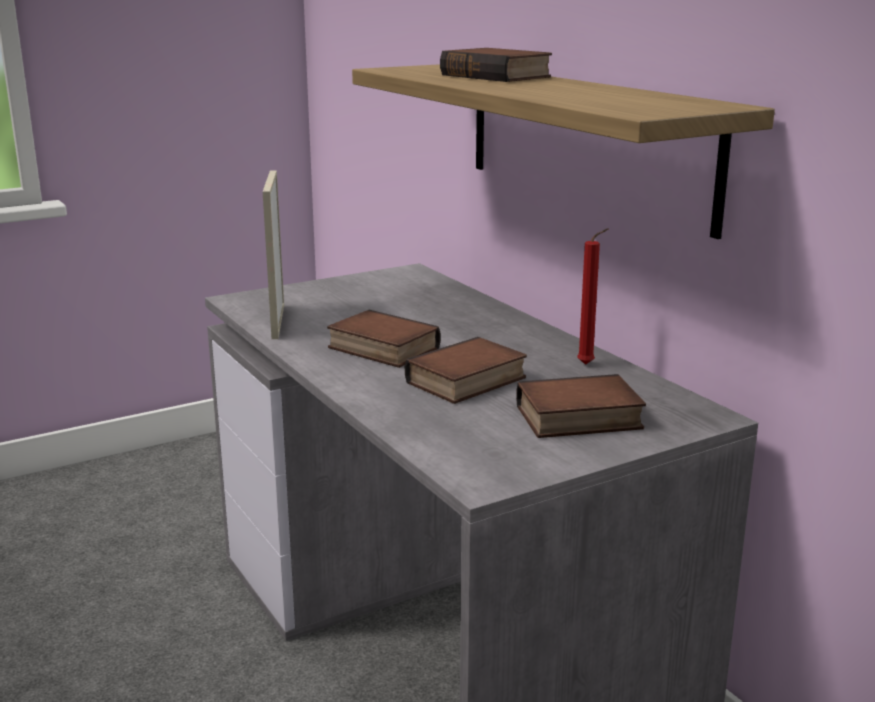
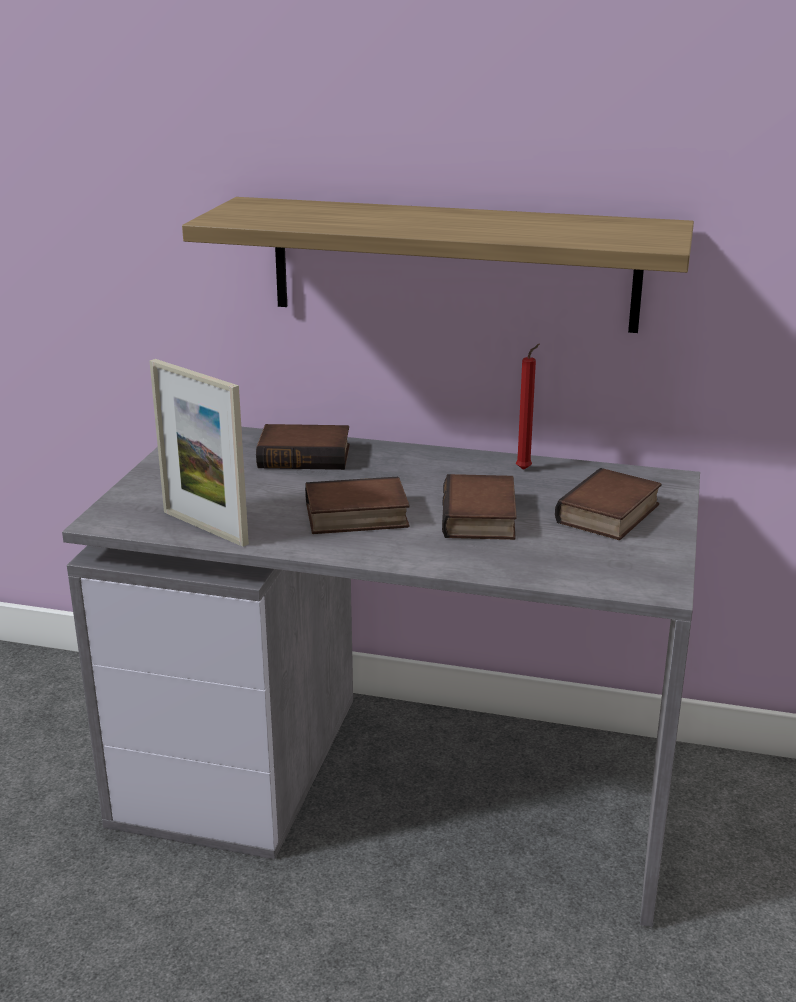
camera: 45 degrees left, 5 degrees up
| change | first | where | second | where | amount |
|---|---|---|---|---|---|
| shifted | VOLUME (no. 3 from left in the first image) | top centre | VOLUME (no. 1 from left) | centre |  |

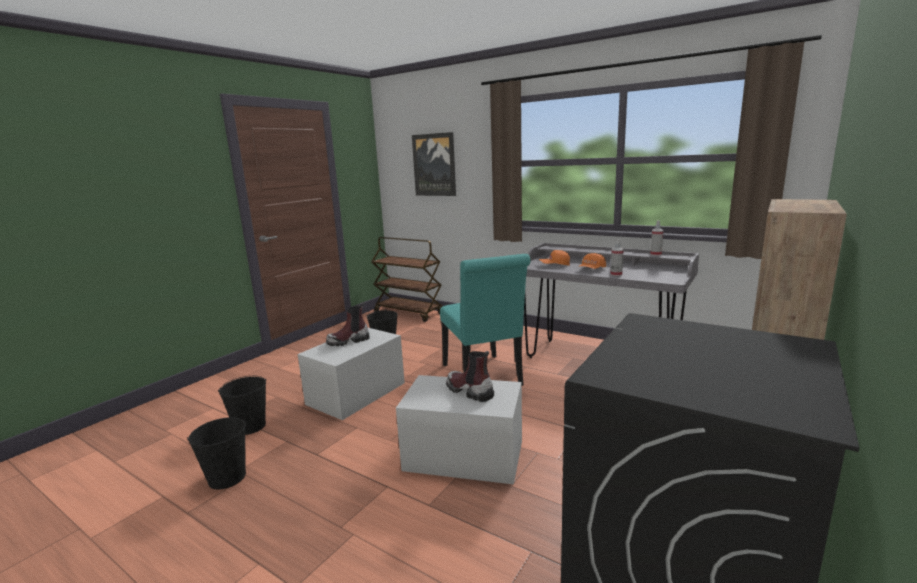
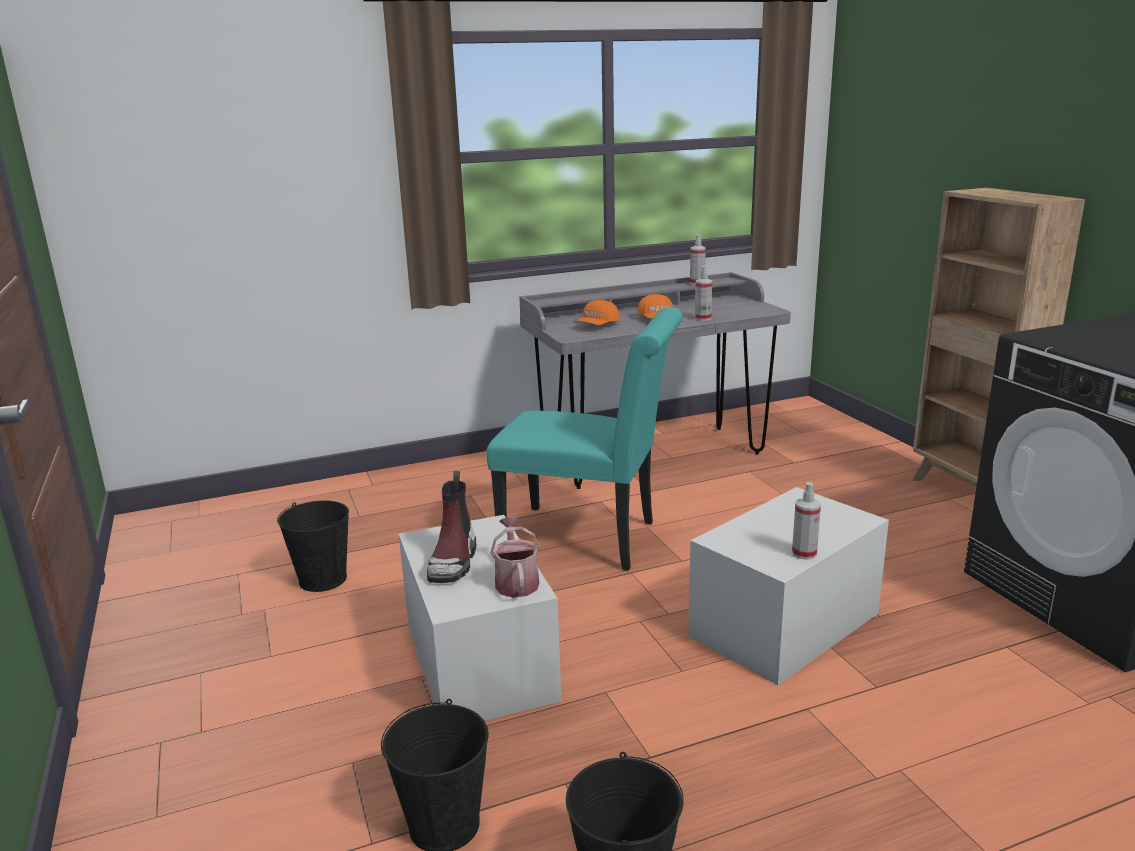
camera: 55 degrees left, 5 degrees up
| change | first | where | second | where | amount |
|---|---|---|---|---|---|
| gone | BROWN WHEELED CART | centre |  |  |  |
| gone | WALL PICTURE | top centre |  |  |  |
| gone | BOOT (no. 2 from left) | centre |  |  |  |
| new |  |  | SPRINKLING CAN | centre |  |
| new |  |  | SPRAYER (no. 3 from left) | middle right |  |

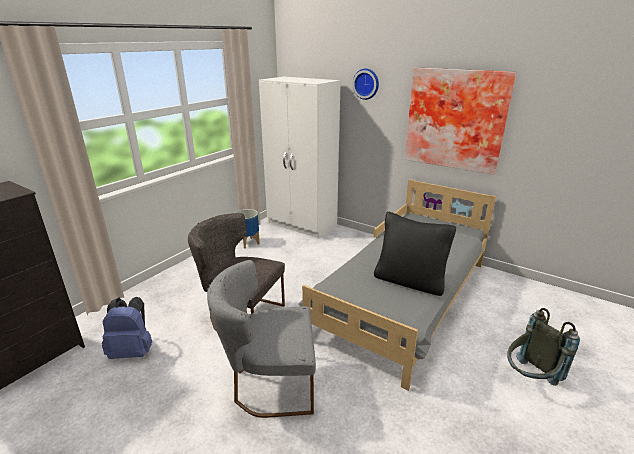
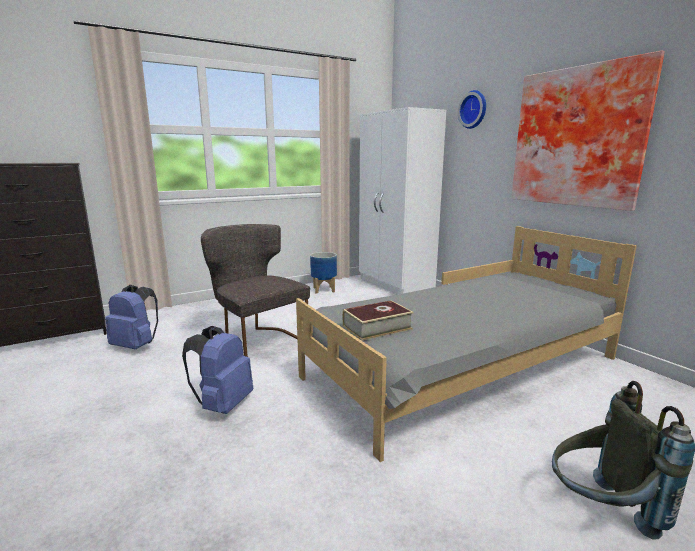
camera: 25 degrees right, 10 degrees down
| change | first | where | second | where | amount |
|---|---|---|---|---|---|
| swapped | GREY CHAIR (no. 2 from left) | bottom centre | BLUE-COLOURED BACKPACK (no. 2 from left) | bottom left |  |
| gone | BLACK-COLOURED CUSHION | centre |  |  |  |
| new |  |  | VOLUME | centre |  |

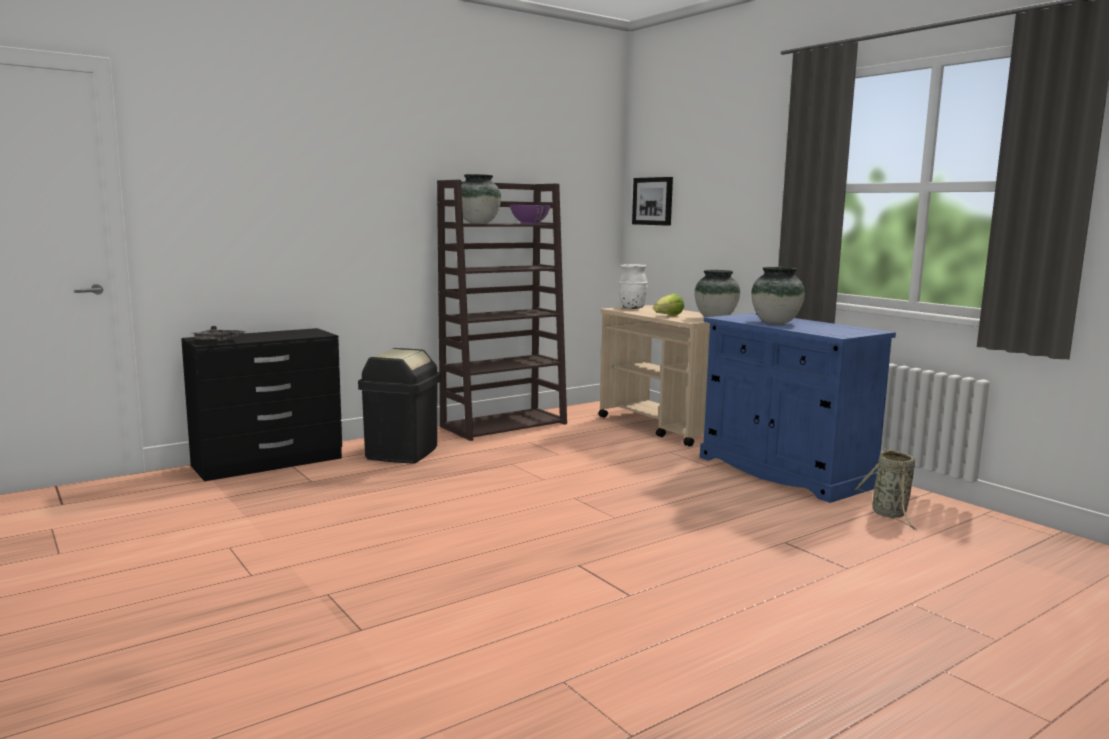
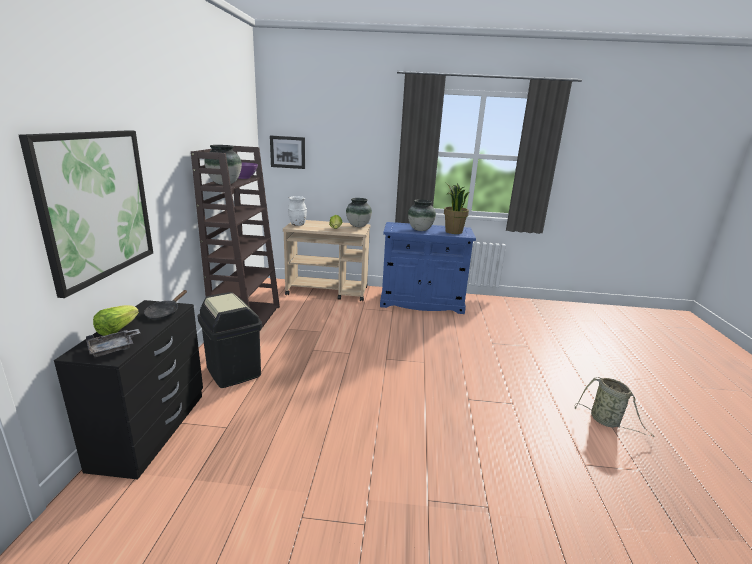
camera: 50 degrees left, 10 degrees up
| change | first | where | second | where | amount |
|---|---|---|---|---|---|
| shifted | HOUSEHOLD BASKET | middle right |  | bottom right |  |
| new |  |  | WALL PICTURE (no. 1 from left) | middle left |  |
| new |  |  | HEAD OF LETTUCE (no. 1 from left) | middle left |  |
| new |  |  | BLACK-COLOURED PAN | middle left |  |
| new |  |  | HOUSEPLANT | centre |  |

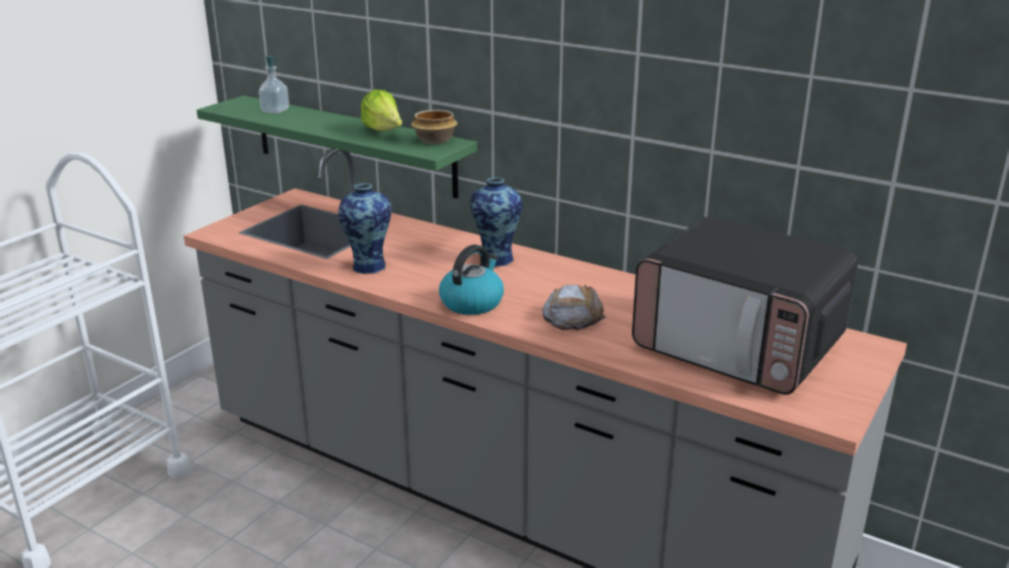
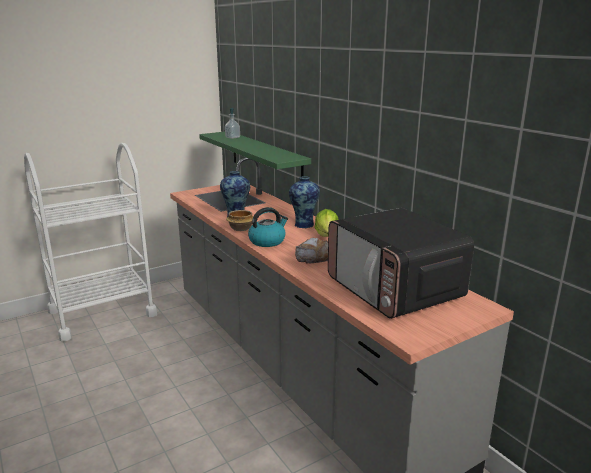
camera: 25 degrees right, 5 degrees down
| change | first | where | second | where | amount |
|---|---|---|---|---|---|
| shifted | HEAD OF LETTUCE | top centre |  | centre |  |
| shifted | BOWL | top centre |  | centre |  |

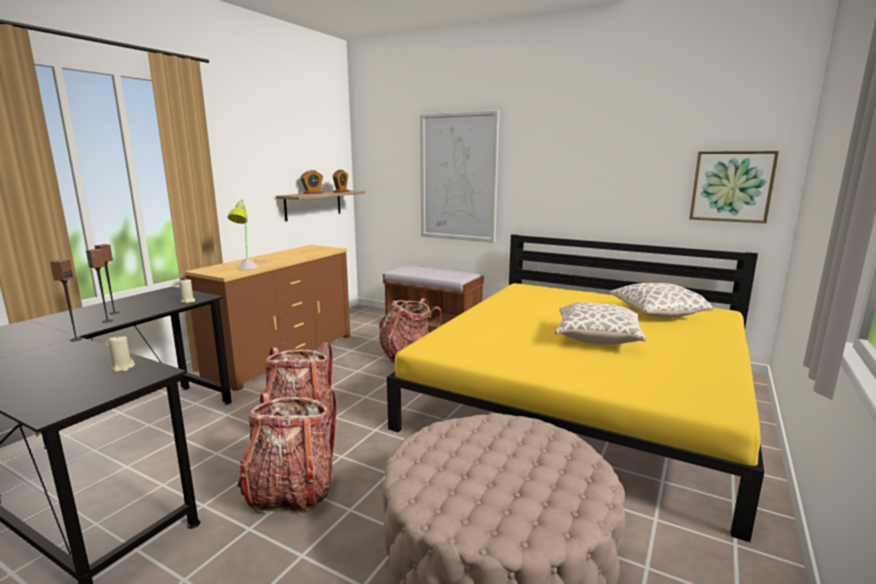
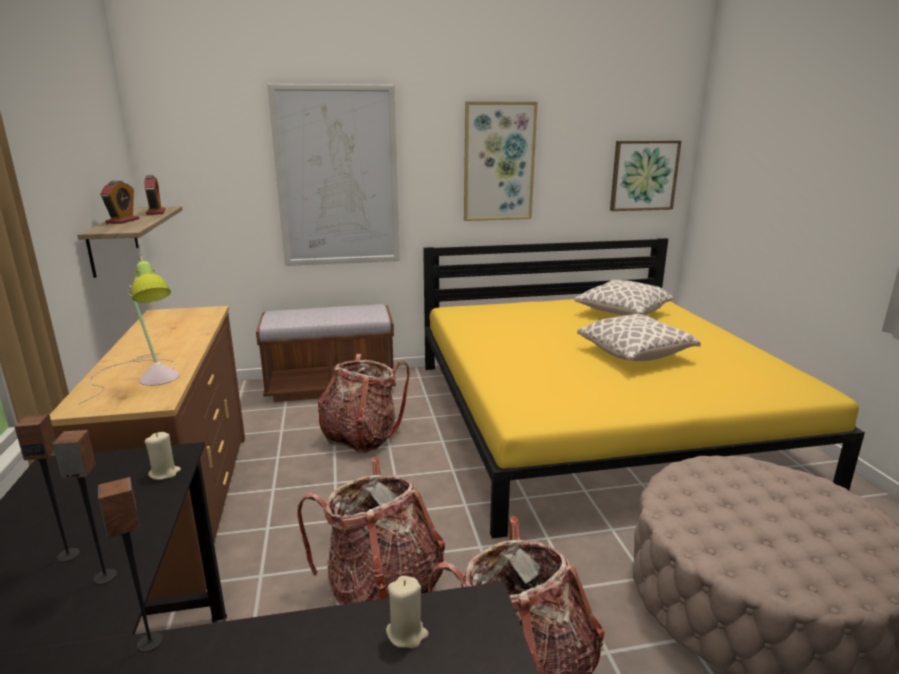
camera: 40 degrees left, 5 degrees up
| change | first | where | second | where | amount |
|---|---|---|---|---|---|
| new |  |  | WALL PICTURE (no. 2 from left) | top centre |  |

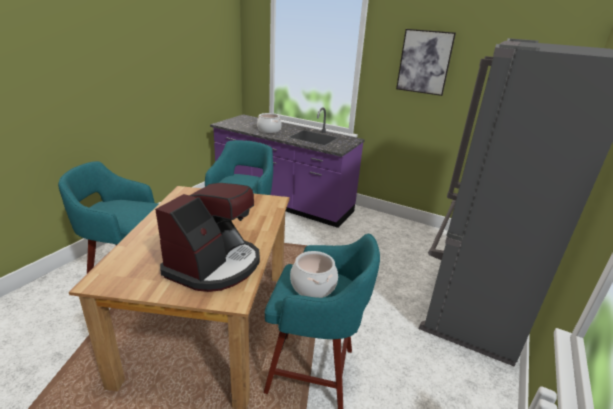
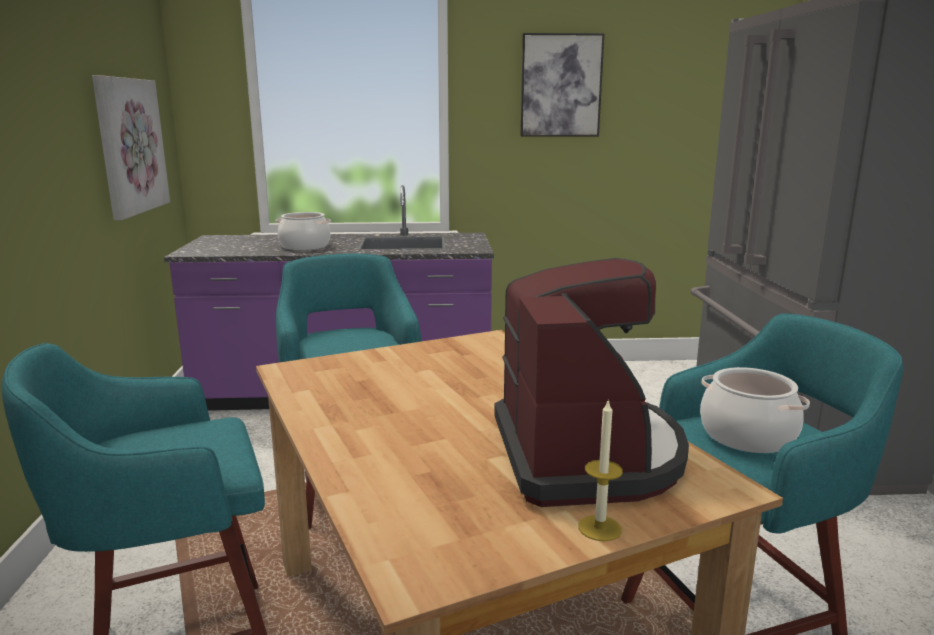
camera: 30 degrees left, 10 degrees down
| change | first | where | second | where | amount |
|---|---|---|---|---|---|
| new |  |  | WALL PICTURE (no. 1 from left) | top left |  |
| new |  |  | WAX CANDLE | bottom centre |  |

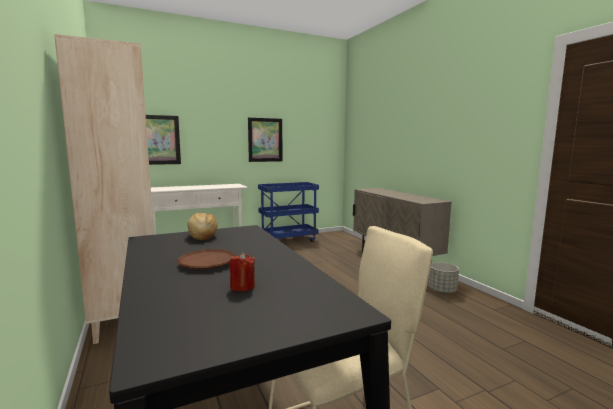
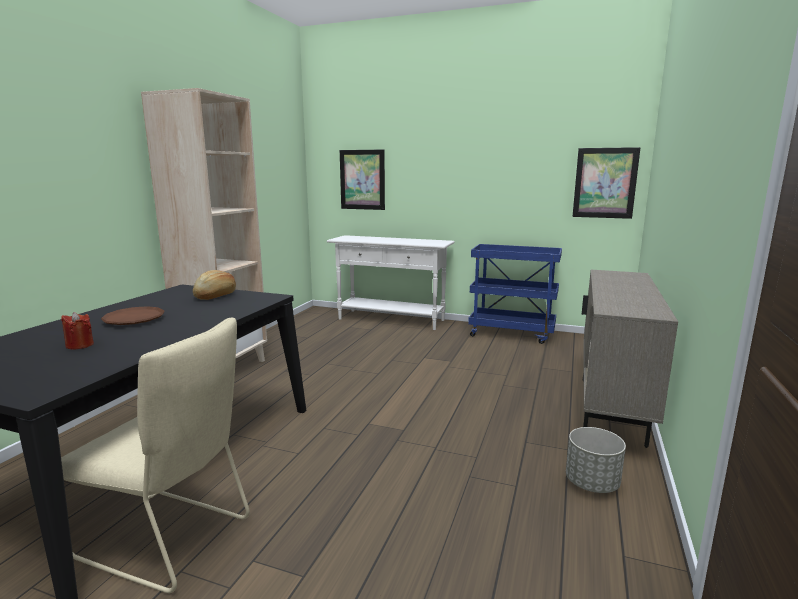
camera: 45 degrees right, 5 degrees up
| change | first | where | second | where | amount |
|---|---|---|---|---|---|
| shifted | WALL PICTURE (no. 2 from left) | centre |  | top right |  |

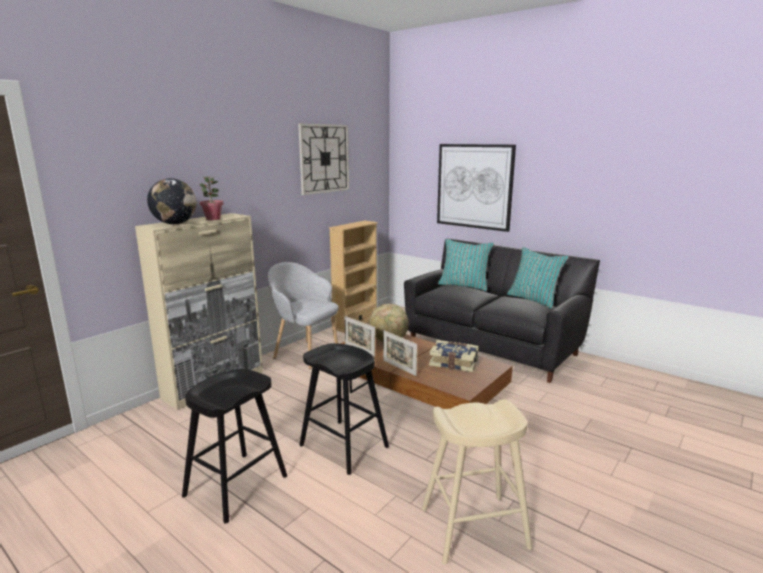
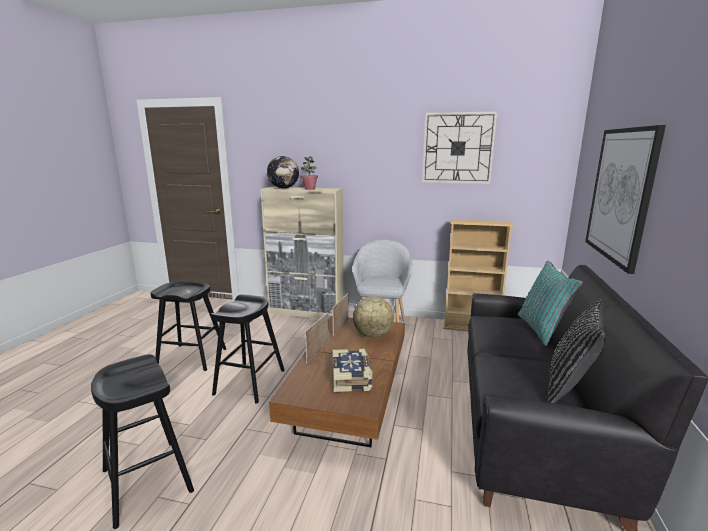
camera: 65 degrees right, 0 degrees up
| change | first | where | second | where | amount |
|---|---|---|---|---|---|
| repainted | SAND-COLOURED STOOL SEAT | bottom centre | BLACK-COLOURED STOOL SEAT (no. 1 from left) | bottom left |  |
| repainted | TURQUOISE CUSHION (no. 2 from left) | middle right | BLACK-COLOURED CUSHION | middle right |  |

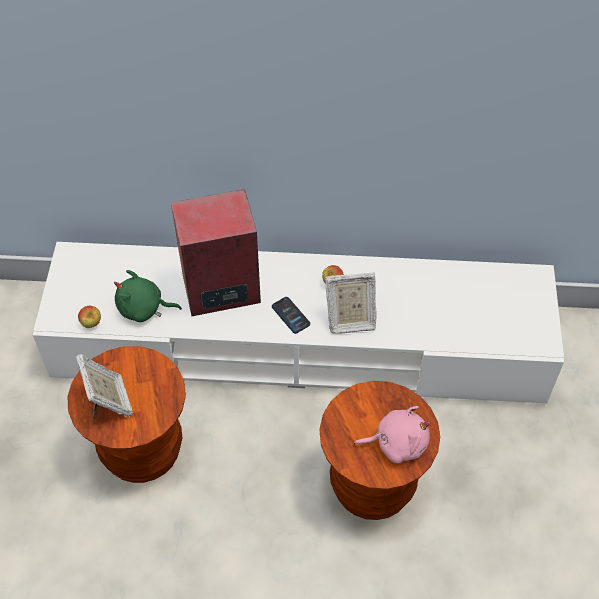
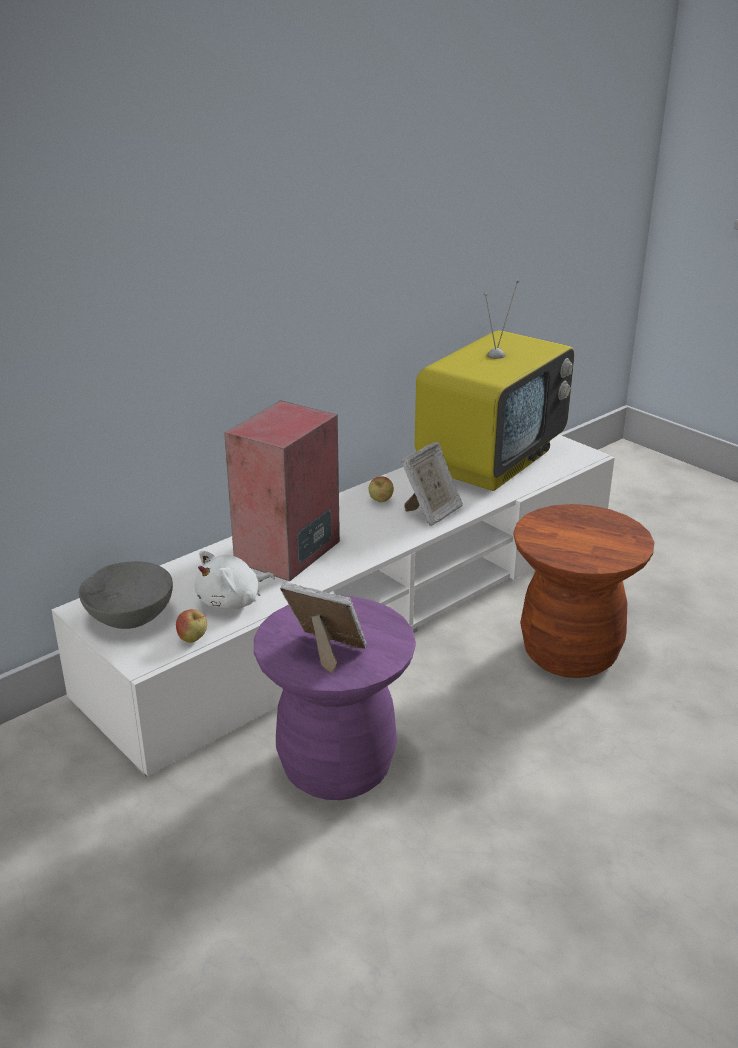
camera: 45 degrees left, 25 degrees down
| change | first | where | second | where | amount |
|---|---|---|---|---|---|
| repainted | BROWN STOOL SEAT (no. 1 from left) | bottom left | PURPLE-COLOURED STOOL SEAT | centre |  |
| repainted | GREEN CUDDLY TOY | middle left | WHITISH CUDDLY TOY | middle left |  |
| gone | TELEPHONE | centre |  |  |  |
| gone | PINKISH CUDDLY TOY | bottom centre |  |  |  |
| new |  |  | GREY BOWL | middle left |  |
| new |  |  | TV SET | middle right |  |

